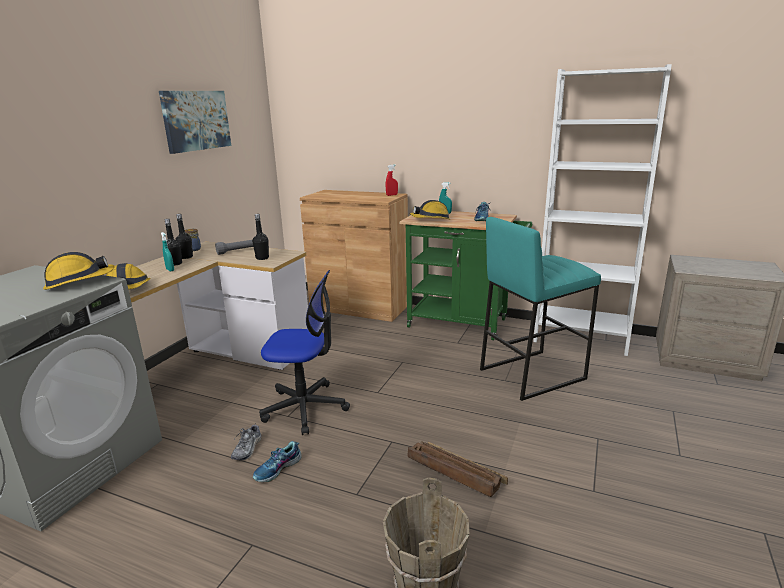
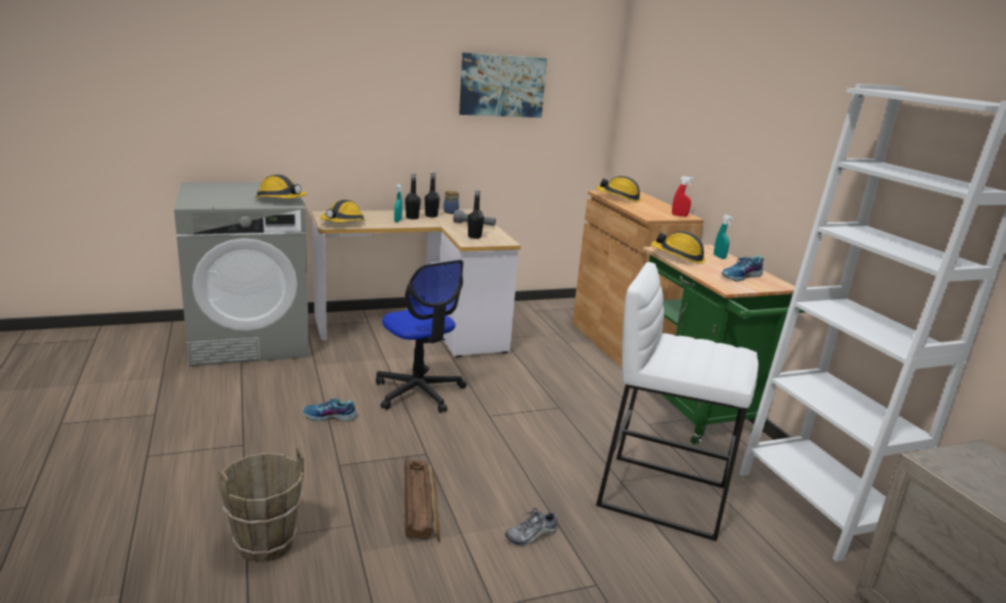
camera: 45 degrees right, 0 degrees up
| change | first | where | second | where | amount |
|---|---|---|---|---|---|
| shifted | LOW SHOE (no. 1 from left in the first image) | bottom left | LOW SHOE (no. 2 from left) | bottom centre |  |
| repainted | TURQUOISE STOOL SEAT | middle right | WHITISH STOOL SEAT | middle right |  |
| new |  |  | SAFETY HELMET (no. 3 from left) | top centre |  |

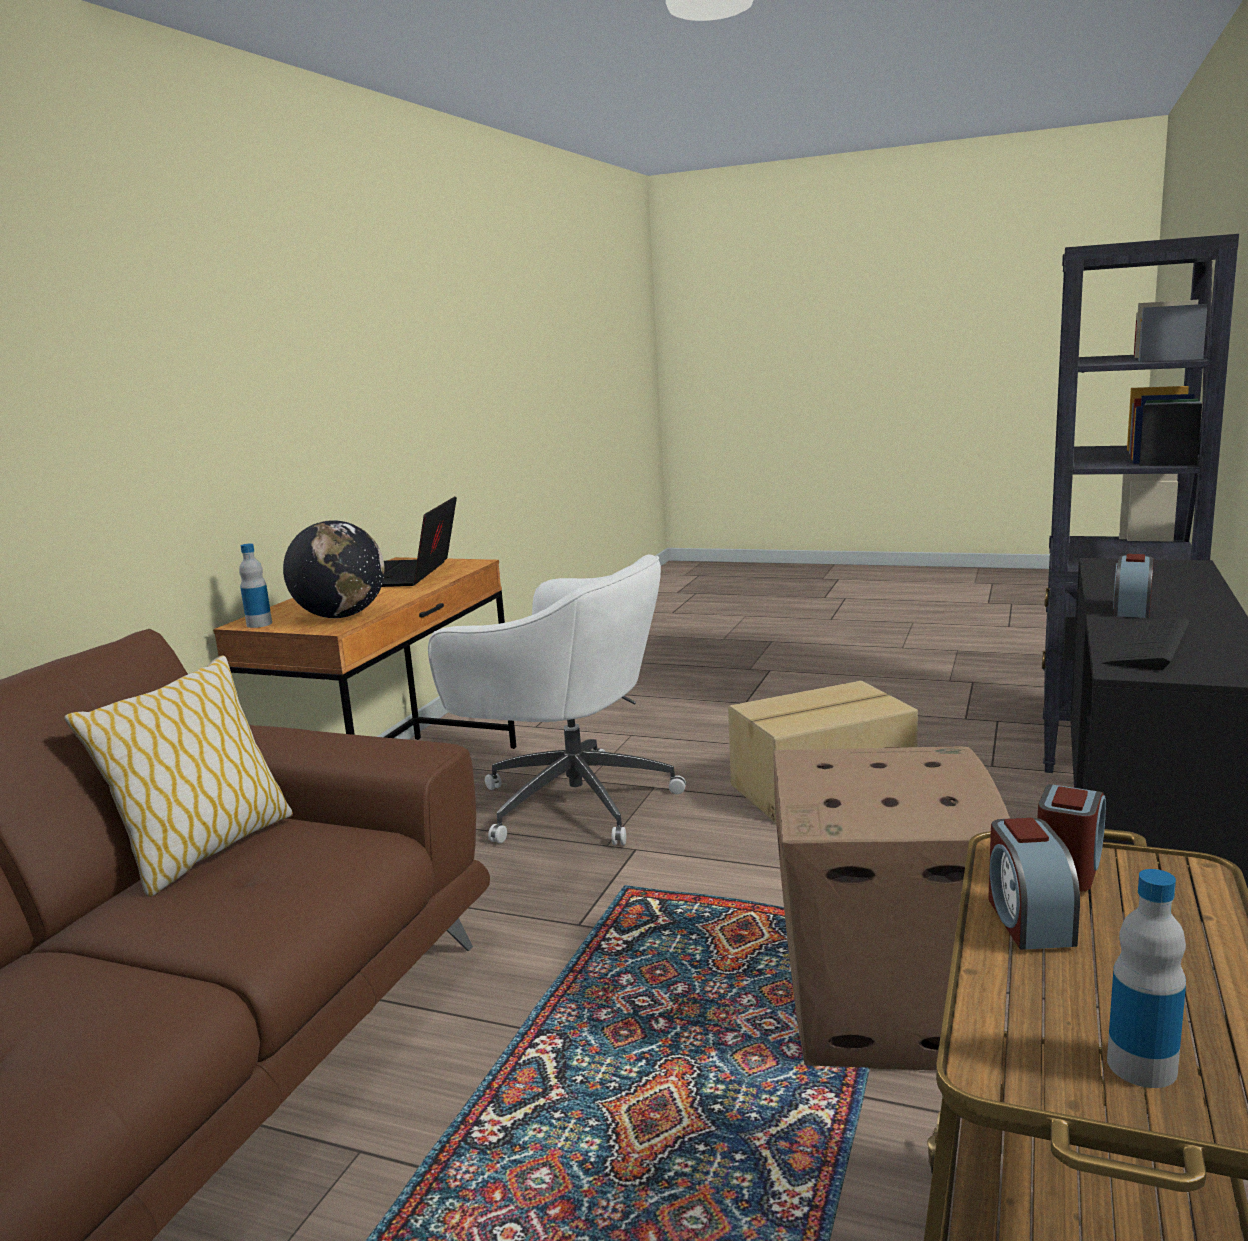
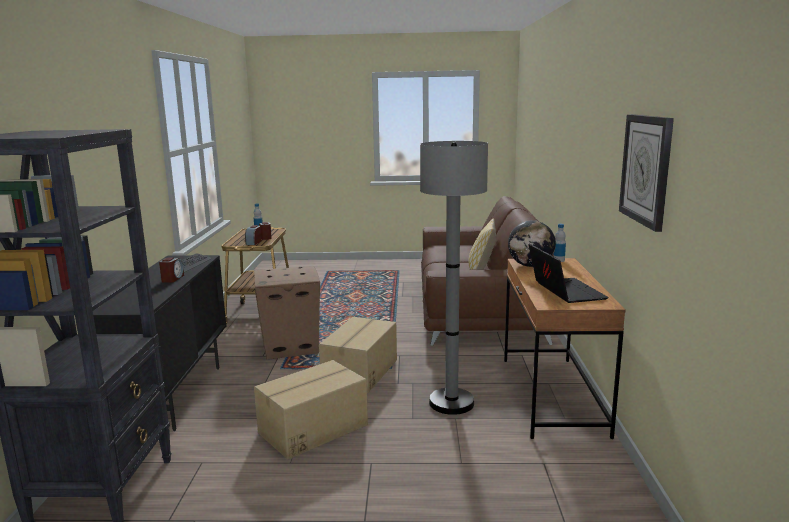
camera: 160 degrees right, 0 degrees up
| change | first | where | second | where | amount |
|---|---|---|---|---|---|
| swapped | WHITISH COMPUTER CHAIR | centre | GREY FLOOR LAMP | centre |  |
| new |  |  | CARTON (no. 3 from left) | bottom centre |  |
| new |  |  | CLOCK ON THE WALL | top right |  |

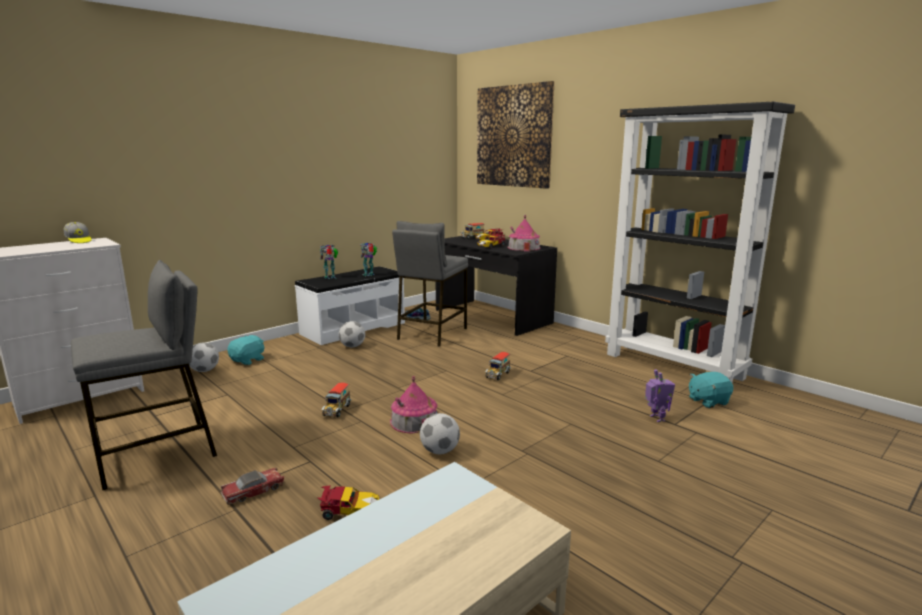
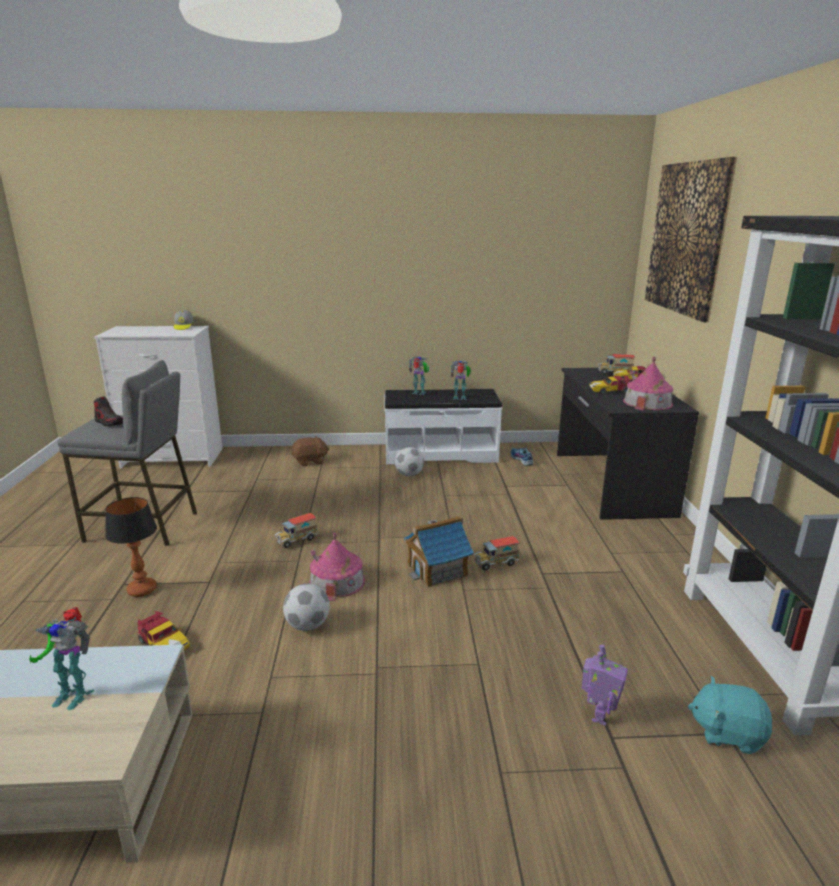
camera: 40 degrees right, 5 degrees up
| change | first | where | second | where | amount |
|---|---|---|---|---|---|
| gone | FOOTBALL BALL (no. 1 from left) | middle left |  |  |  |
| swapped | TOY CAR (no. 1 from left) | bottom left | LAMP FOR A TABLE | middle left |  |
| repainted | TURQUOISE CUDDLY TOY (no. 1 from left) | middle left | BROWN CUDDLY TOY | centre |  |
| gone | GREY STOOL SEAT (no. 2 from left) | centre |  |  |  |
| new |  |  | ROBOT FIGURE (no. 1 from left) | bottom left |  |
| new |  |  | LOW SHOE (no. 1 from left) | middle left |  |
| new |  |  | MODEL HOUSE (no. 2 from left) | centre |  |

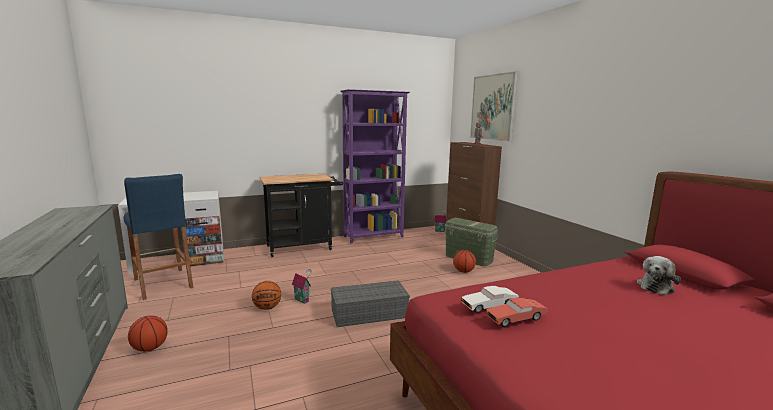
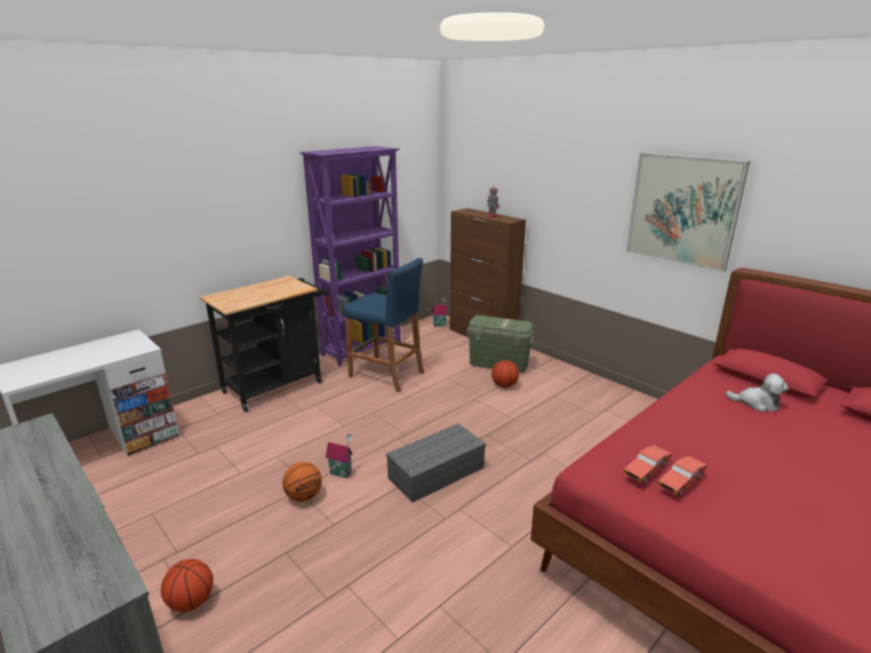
camera: 20 degrees left, 10 degrees up
| change | first | where | second | where | amount |
|---|---|---|---|---|---|
| shifted | BLUE-COLOURED STOOL SEAT | middle left |  | centre |  |
| repainted | WHITISH TOY CAR | bottom centre | REDDISH TOY CAR (no. 1 from left) | bottom right |  |
| shifted | WALL PICTURE | top centre |  | top right |  |
| rotated | CUDDLY TOY | bottom right |  | middle right | 90 degrees counterclockwise |

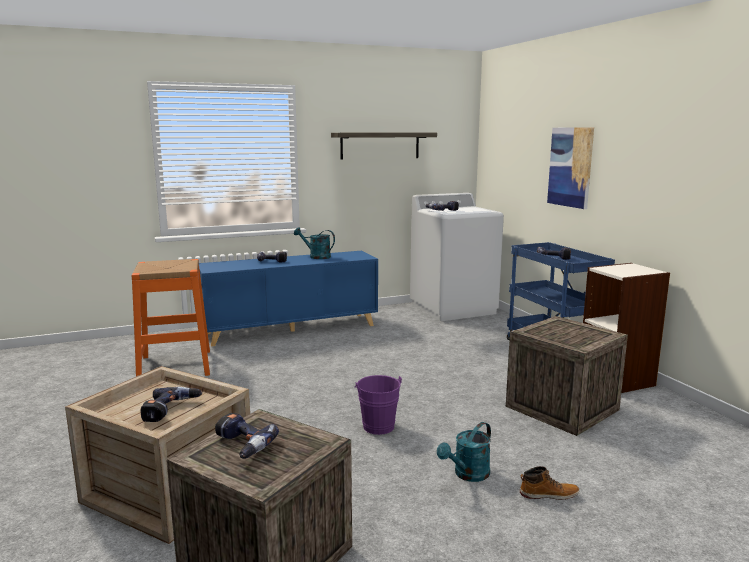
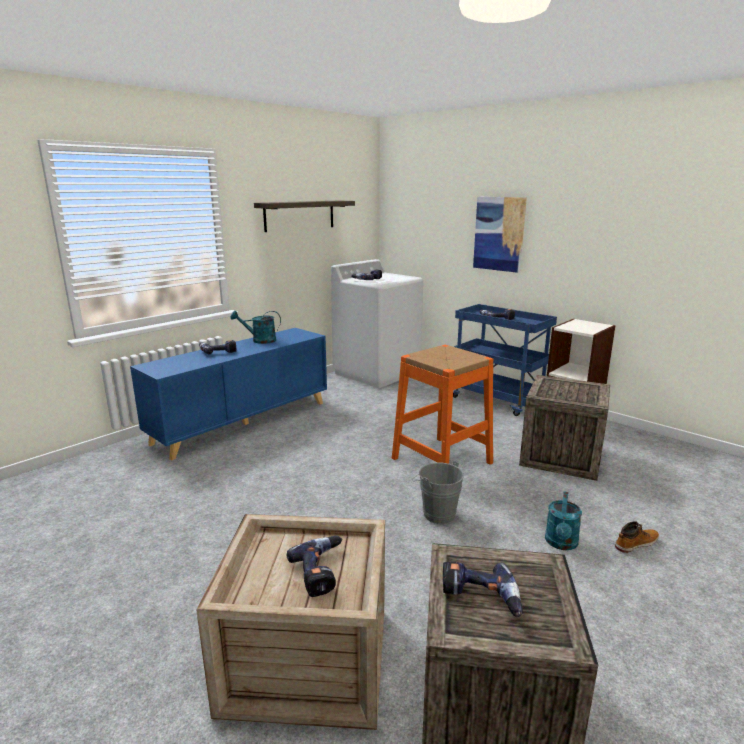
camera: 25 degrees left, 5 degrees up
| change | first | where | second | where | amount |
|---|---|---|---|---|---|
| shifted | ORANGE STOOL SEAT | middle left |  | centre |  |
| repainted | PURPLE-COLOURED BUCKET | bottom centre | GREY BUCKET | centre |  |

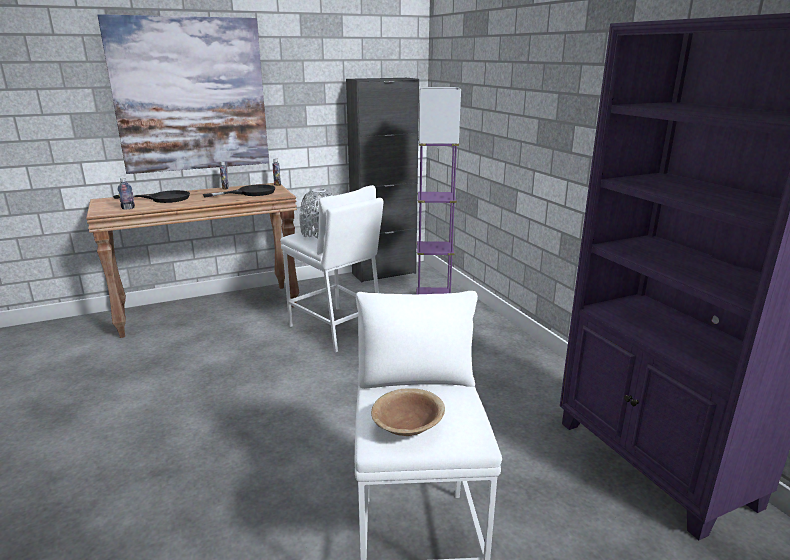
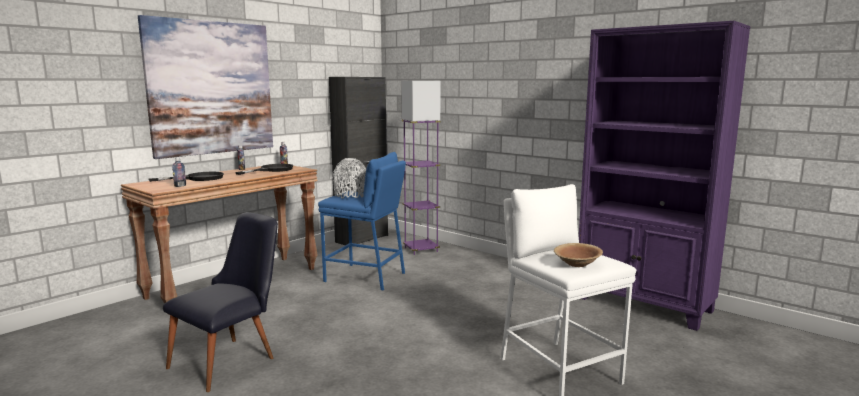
camera: 25 degrees left, 10 degrees down
| change | first | where | second | where | amount |
|---|---|---|---|---|---|
| repainted | WHITISH STOOL SEAT (no. 1 from left) | centre | BLUE-COLOURED STOOL SEAT | centre |  |
| new |  |  | BLACK-COLOURED CHAIR | bottom left |  |

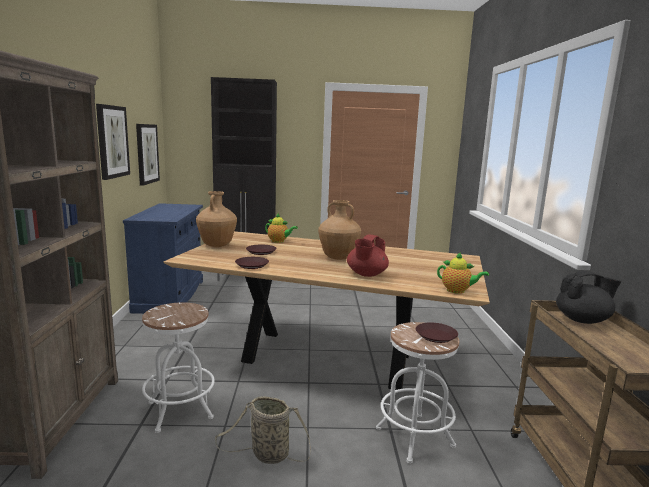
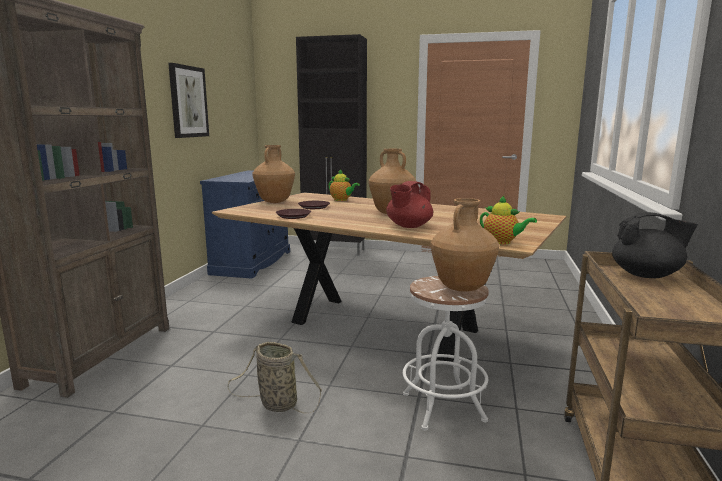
camera: 15 degrees right, 0 degrees up
| change | first | where | second | where | amount |
|---|---|---|---|---|---|
| gone | WALL PICTURE (no. 2 from left) | top left |  |  |  |
| gone | WHITISH STOOL SEAT (no. 1 from left) | bottom left |  |  |  |
| swapped | BROWN DINNER PLATE (no. 3 from left) | bottom right | BROWN FLOWER VASE (no. 3 from left) | centre |  |

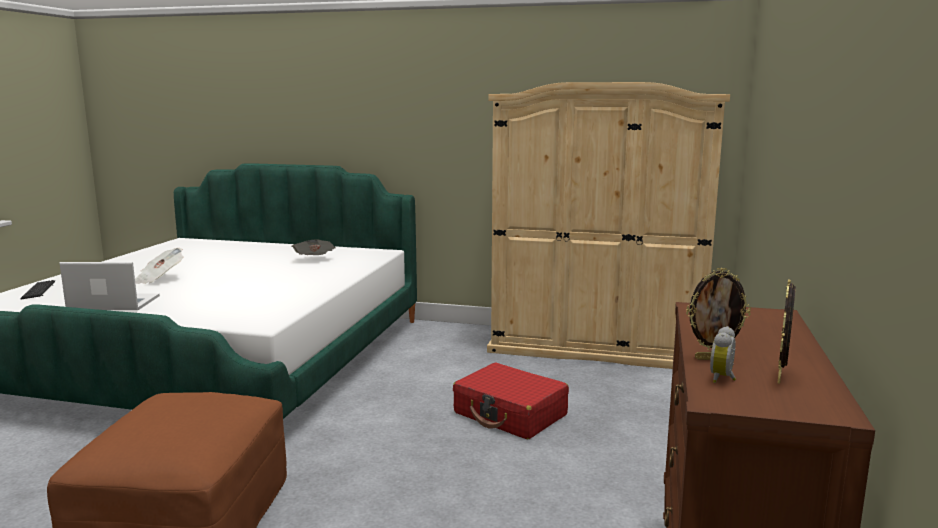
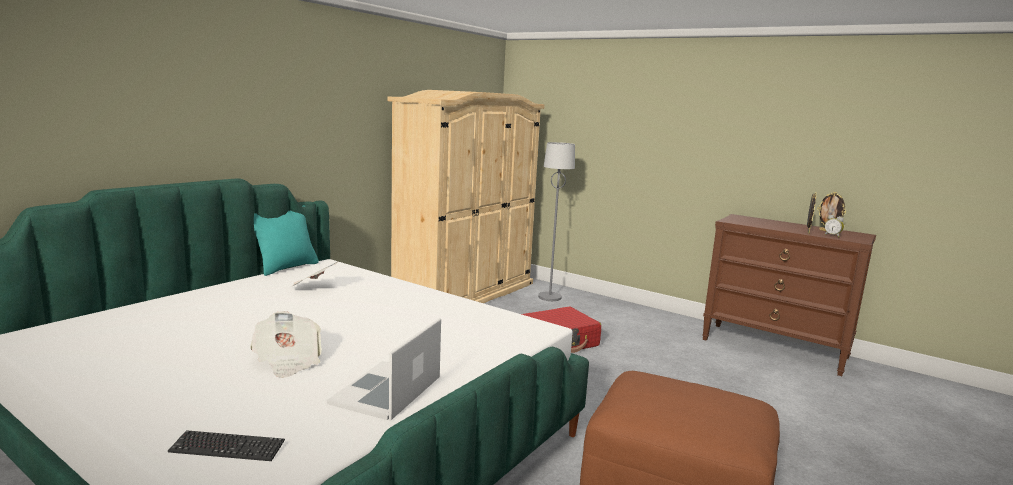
camera: 70 degrees left, 0 degrees up
| change | first | where | second | where | amount |
|---|---|---|---|---|---|
| new |  |  | TURQUOISE CUSHION | middle left |  |
| new |  |  | GREY FLOOR LAMP | centre |  |

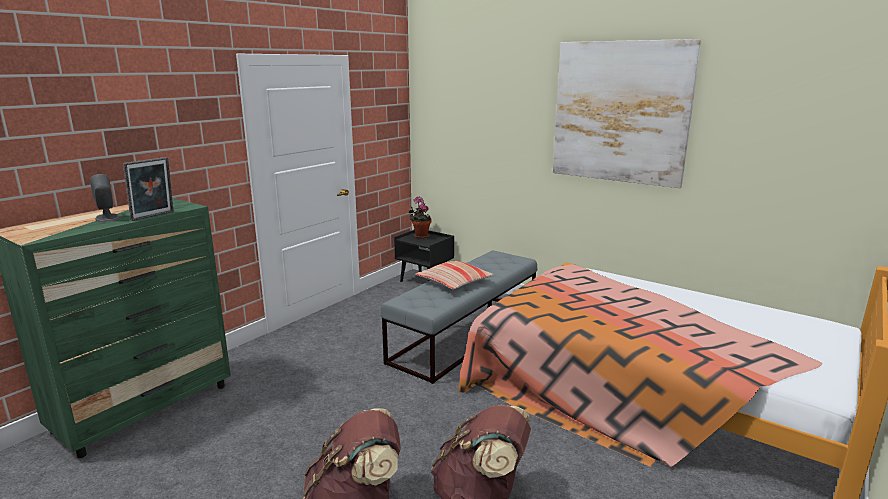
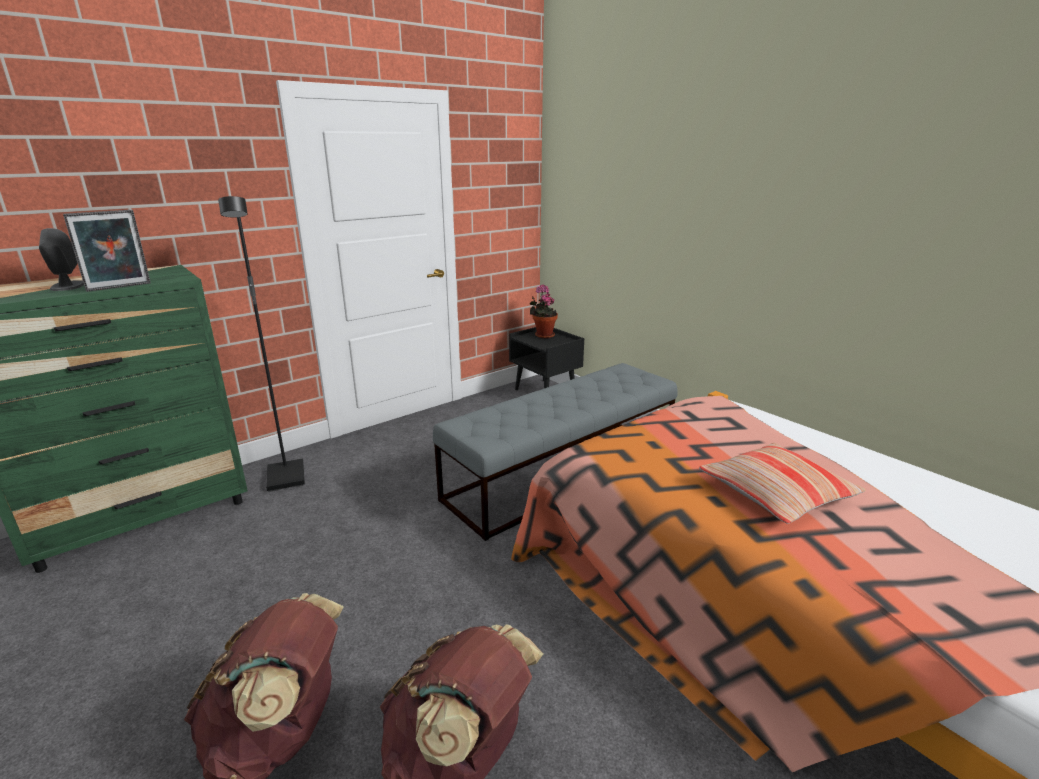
camera: 15 degrees right, 5 degrees up
| change | first | where | second | where | amount |
|---|---|---|---|---|---|
| shifted | CUSHION | centre |  | middle right |  |
| gone | WALL PICTURE | top right |  |  |  |
| new |  |  | BLACK-COLOURED FLOOR LAMP | middle left |  |

